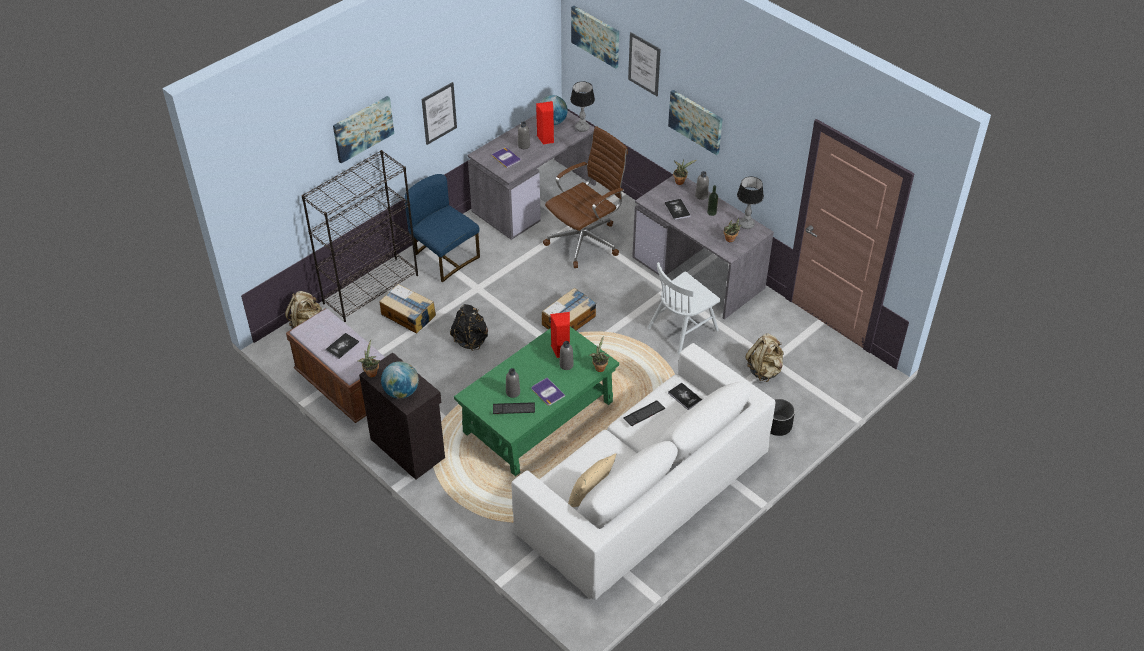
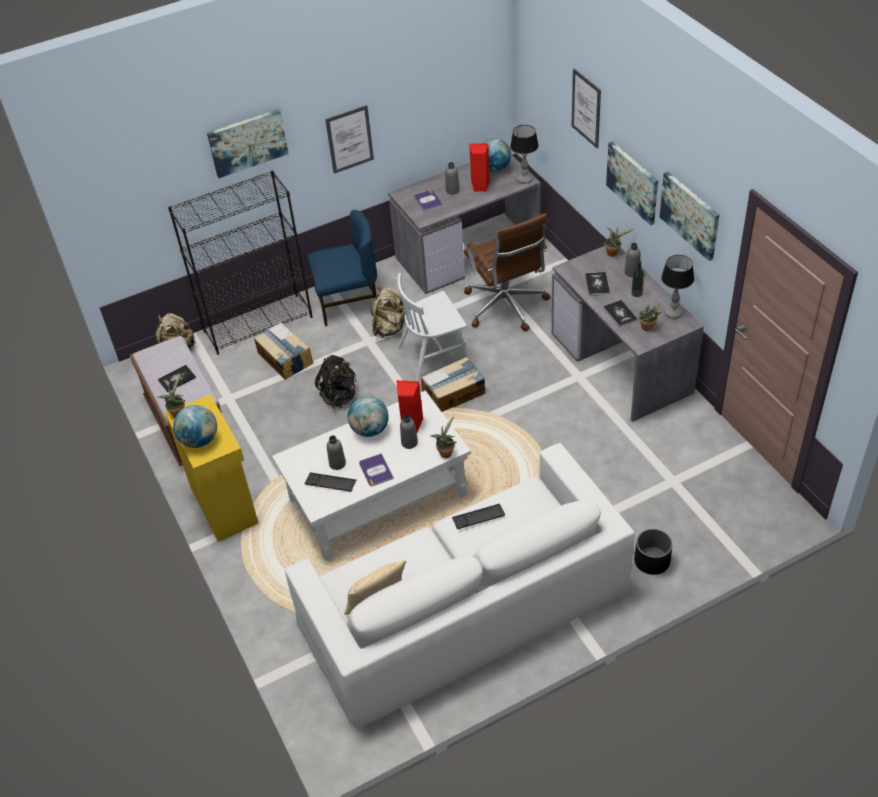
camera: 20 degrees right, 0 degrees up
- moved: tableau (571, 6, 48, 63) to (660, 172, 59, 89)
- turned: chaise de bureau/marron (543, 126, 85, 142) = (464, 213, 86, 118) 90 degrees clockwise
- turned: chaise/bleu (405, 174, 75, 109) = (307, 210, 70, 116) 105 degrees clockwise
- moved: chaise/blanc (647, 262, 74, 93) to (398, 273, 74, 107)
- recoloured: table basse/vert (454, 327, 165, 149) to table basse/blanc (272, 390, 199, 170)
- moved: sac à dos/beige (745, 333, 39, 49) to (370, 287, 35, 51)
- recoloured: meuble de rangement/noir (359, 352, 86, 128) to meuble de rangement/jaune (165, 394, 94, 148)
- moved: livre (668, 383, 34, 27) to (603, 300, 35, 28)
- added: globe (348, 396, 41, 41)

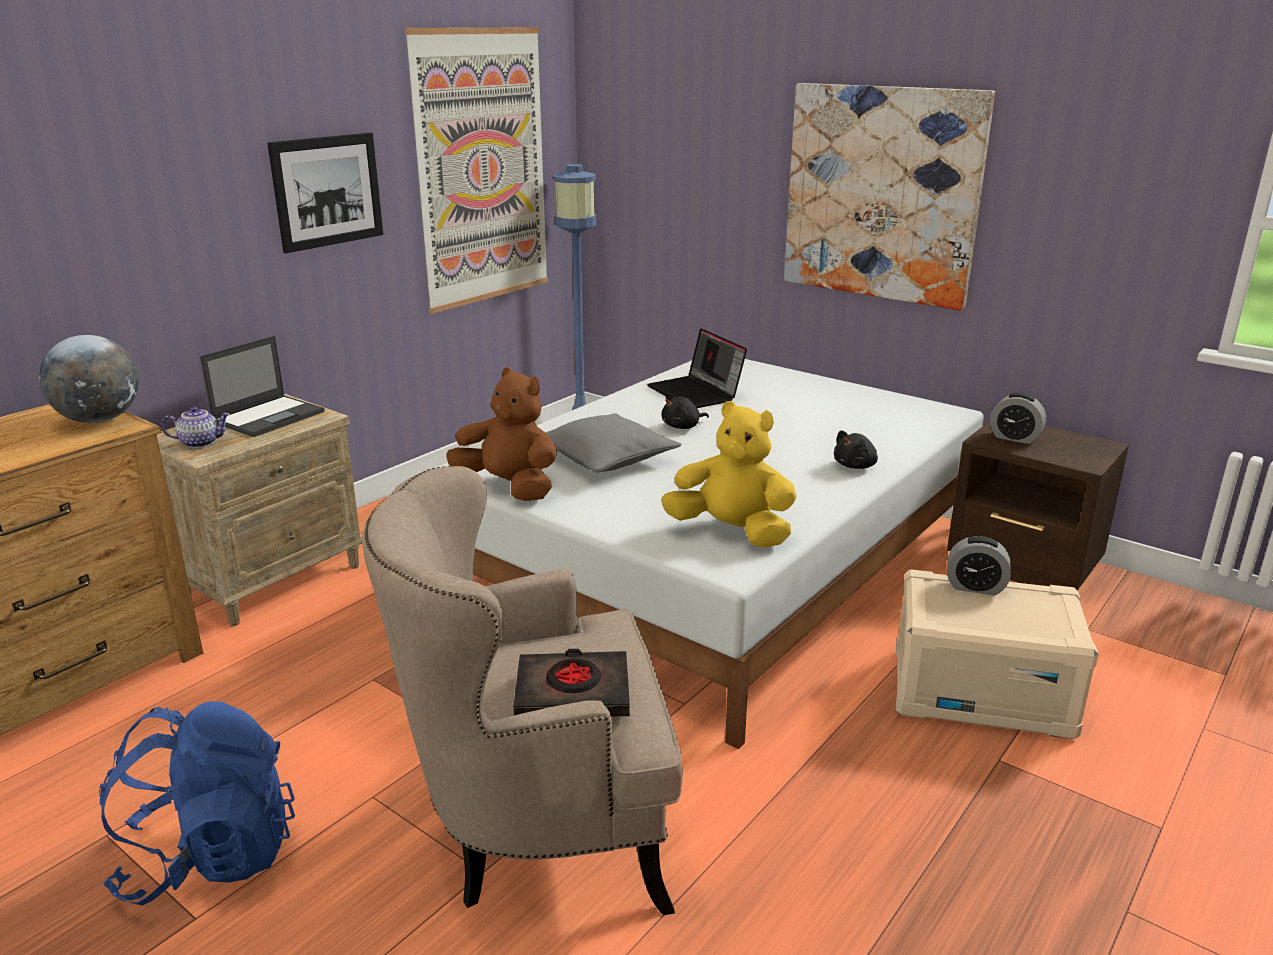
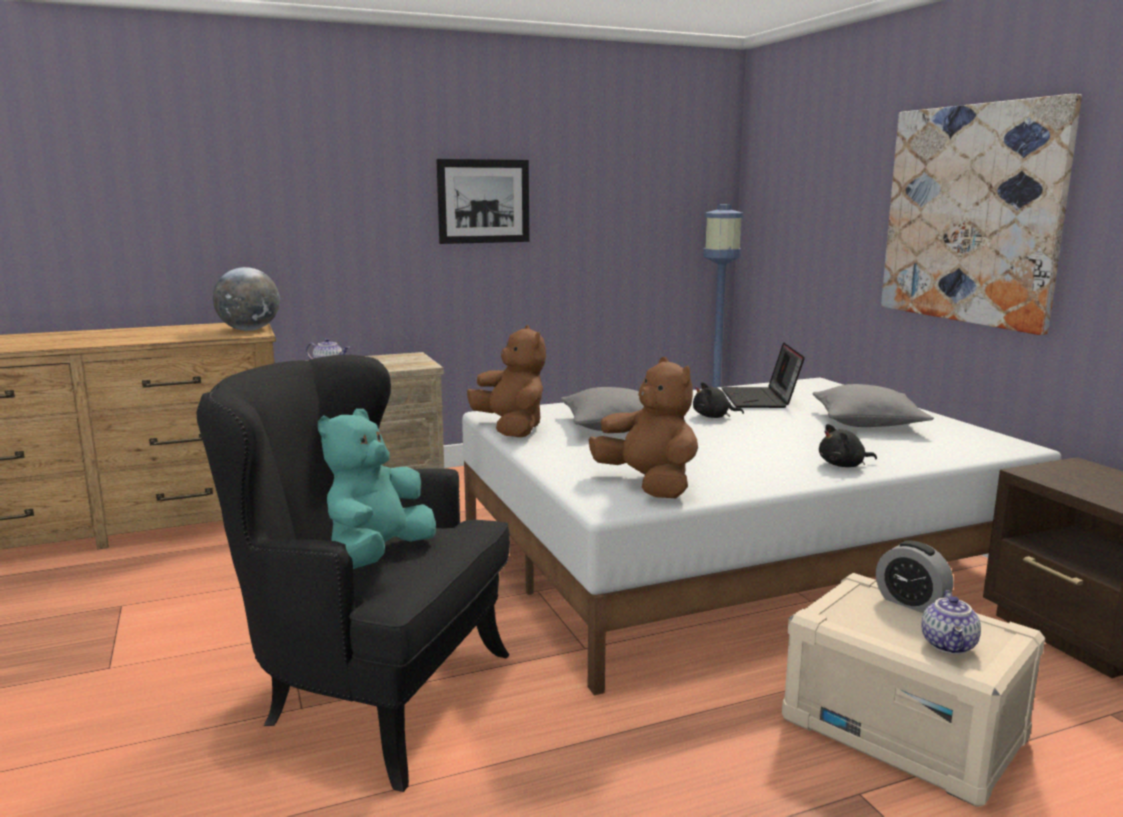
camera: 30 degrees right, 10 degrees down
- removed: tableau (404, 27, 144, 287)
- removed: ordinateur portable (200, 336, 125, 101)
- removed: réveil (990, 393, 56, 51)
- recoloured: peluche/jaune (661, 401, 136, 147) to peluche/marron (589, 357, 109, 141)
- recoloured: fauteuil/beige (362, 466, 321, 449) to fauteuil/noir (196, 355, 314, 437)
- replaced: livre/noir (513, 649, 117, 68) to peluche/turquoise (318, 409, 118, 160)
- removed: sac à dos/bleu (99, 701, 196, 204)
- added: coussin/gris (813, 384, 121, 43)
- added: théière (921, 590, 60, 64)

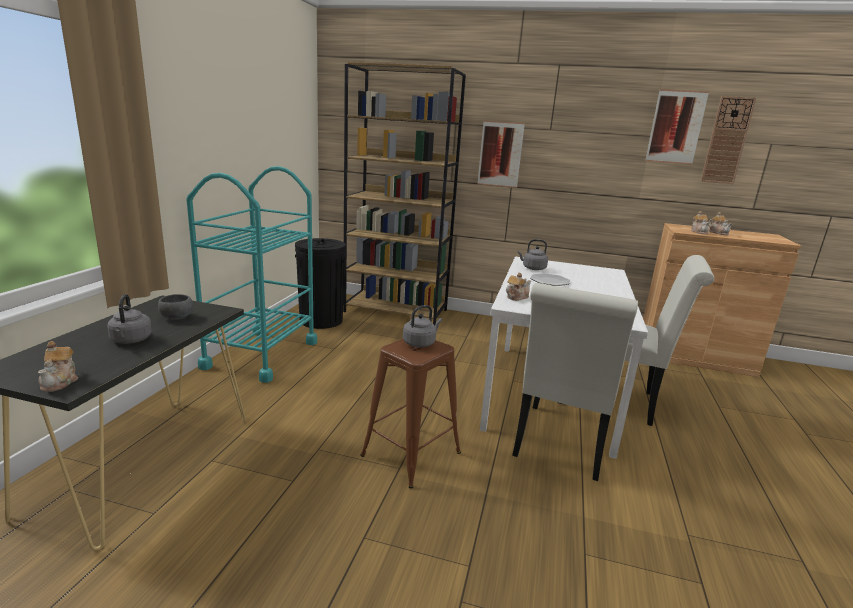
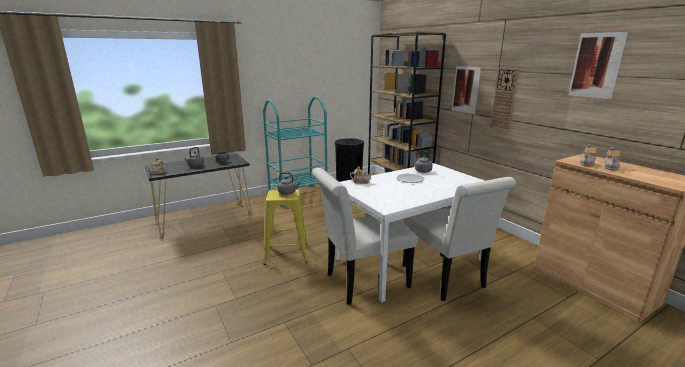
camera: 45 degrees right, 0 degrees up
- moved: horloge murale (701, 96, 55, 88) to (490, 68, 29, 63)
- recoloured: tabouret/marron (360, 339, 101, 149) to tabouret/jaune (264, 189, 44, 76)

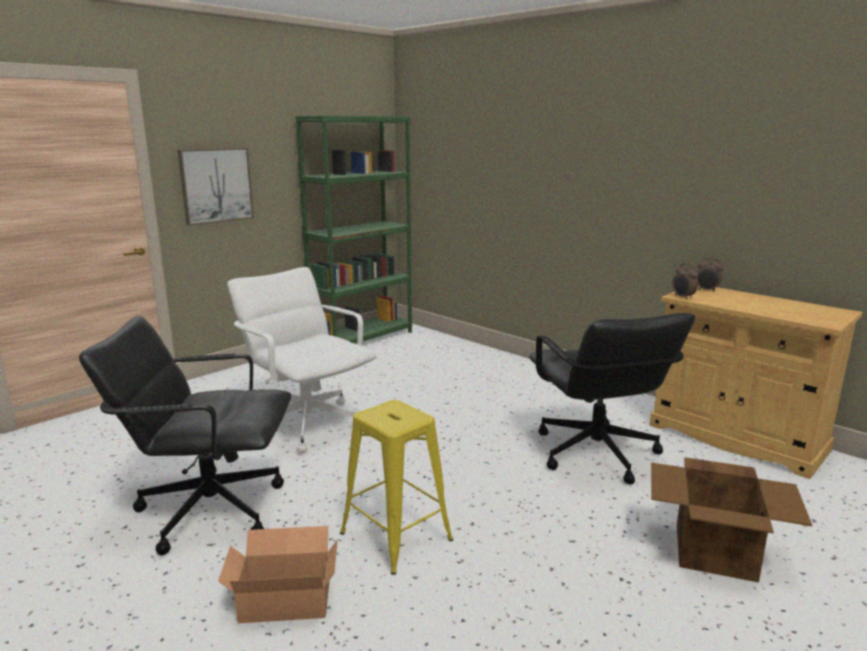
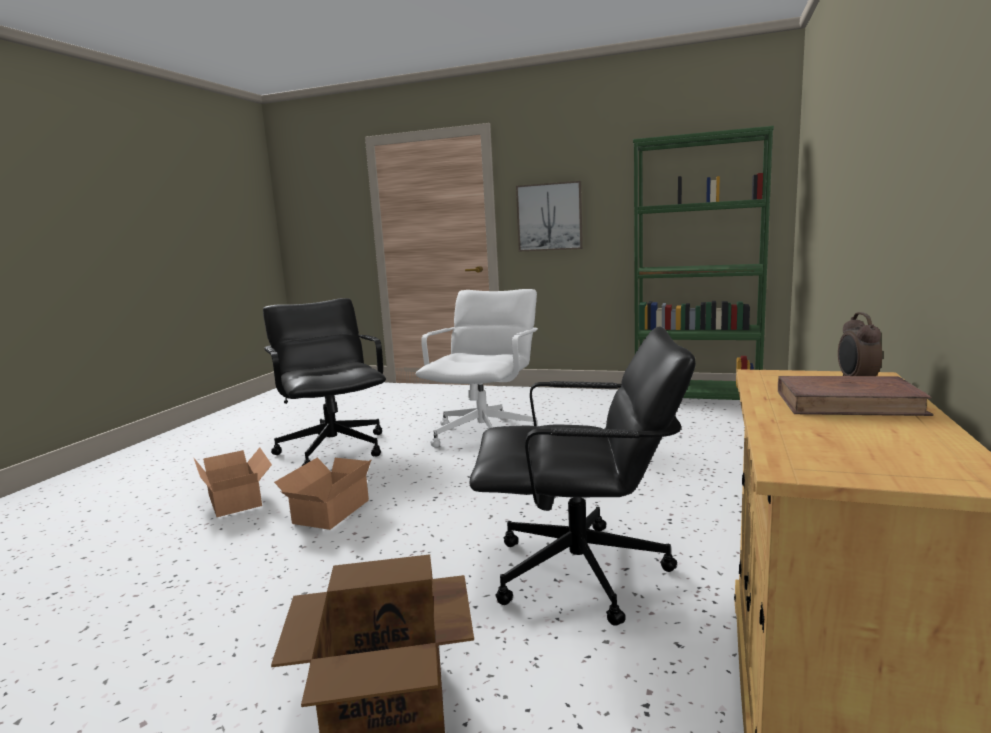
camera: 65 degrees right, 5 degrees down
- removed: réveil (672, 263, 26, 37)
- turned: chaise de bureau/noir (529, 313, 166, 171) = (469, 326, 227, 300) 135 degrees counterclockwise
- replaced: tabouret/jaune (340, 400, 113, 175) to carton (274, 458, 98, 72)
- added: livre/marron (778, 376, 155, 40)

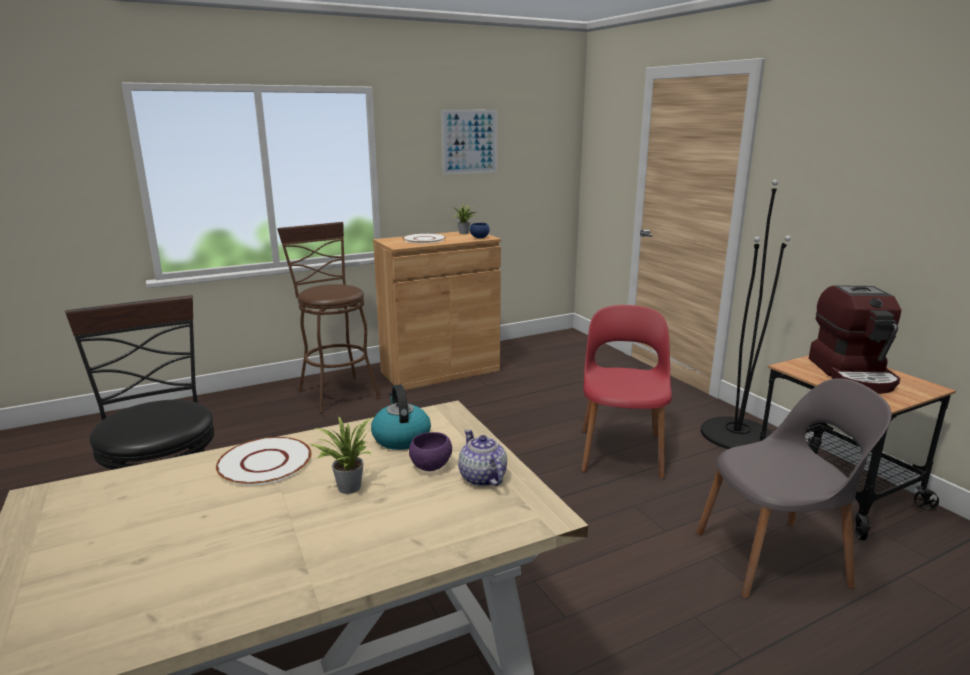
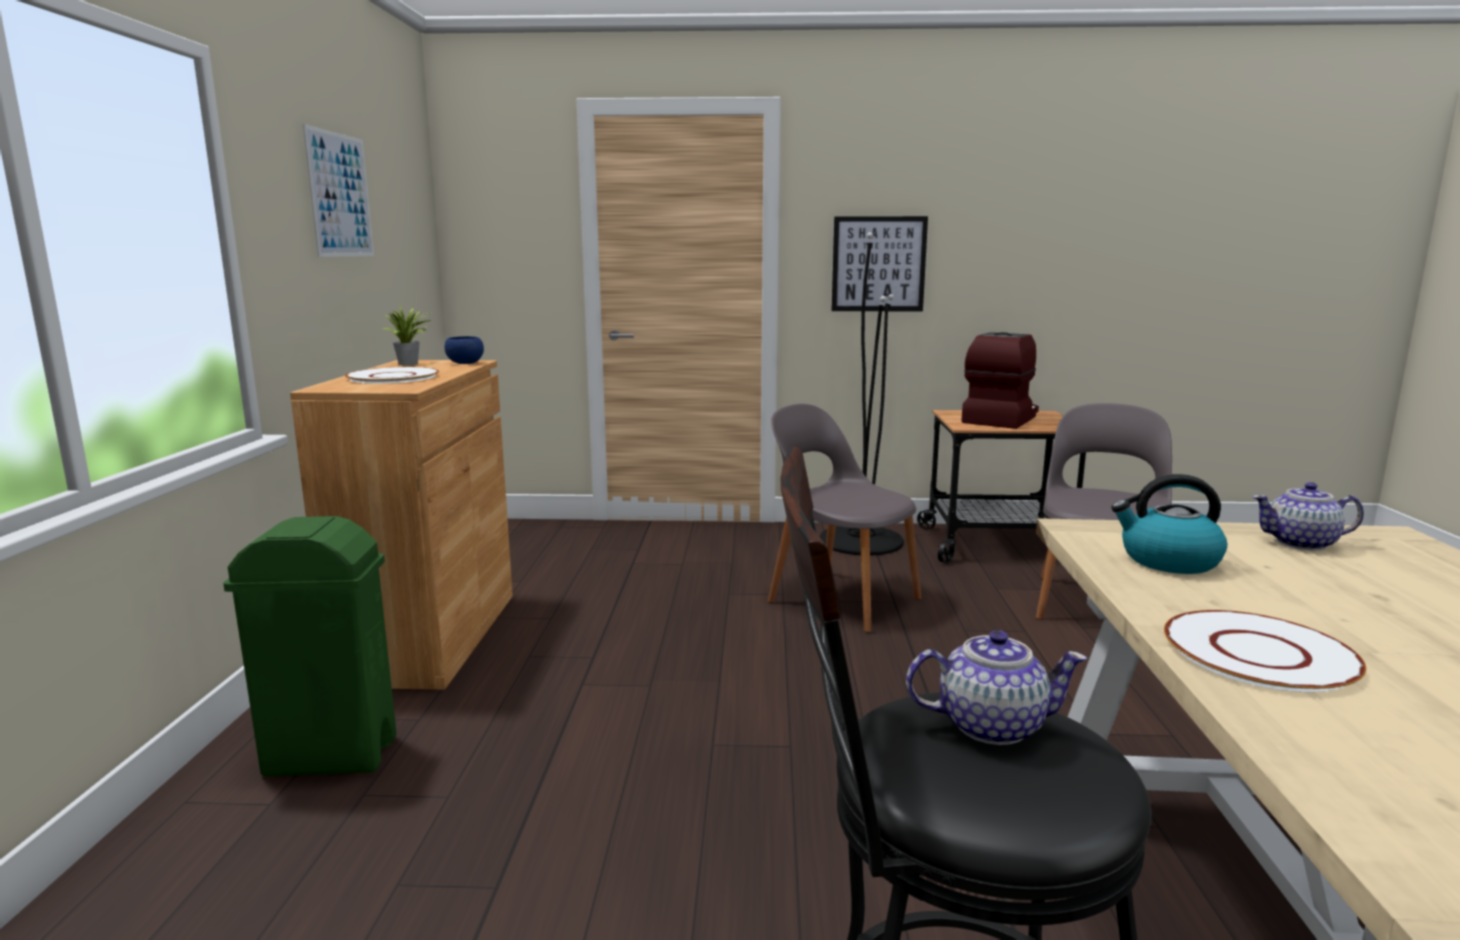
camera: 60 degrees left, 5 degrees down
- replaced: tabouret/marron (277, 222, 104, 191) to poubelle/vert (223, 516, 174, 260)
- turned: machine à café (809, 285, 92, 109) = (961, 332, 78, 97) 90 degrees counterclockwise
- recoloured: chaise/rouge (582, 305, 90, 174) to chaise/gris (768, 404, 153, 228)
- removed: plante en pot (310, 416, 63, 78)
- removed: bol/violet (409, 432, 43, 39)
- added: tableau (832, 216, 96, 95)
- added: théière (906, 630, 182, 115)

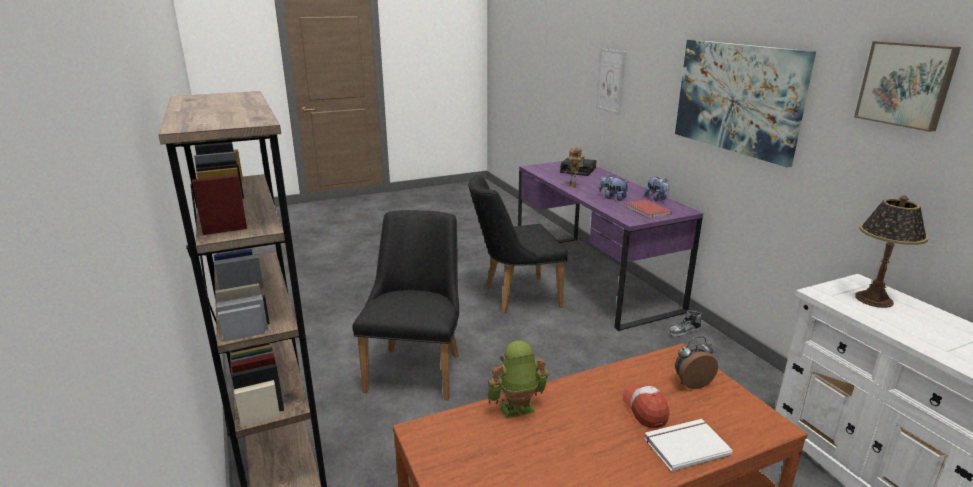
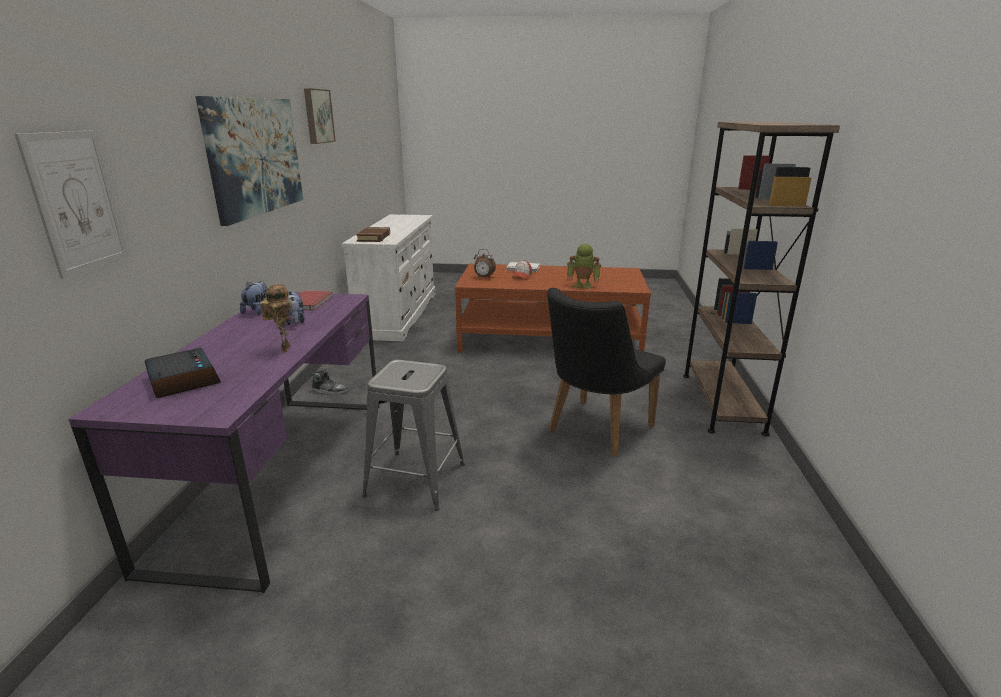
camera: 150 degrees left, 0 degrees up
- replaced: chaise/noir (468, 175, 100, 139) to tabouret/gris (362, 360, 103, 151)
- replaced: lampe de table (855, 195, 74, 113) to livre/marron (356, 227, 34, 15)

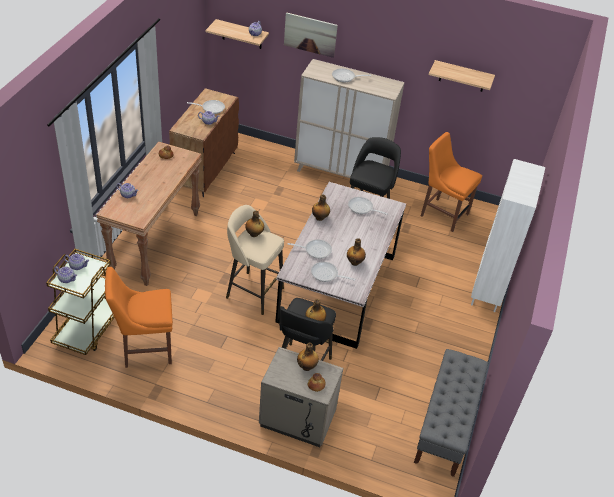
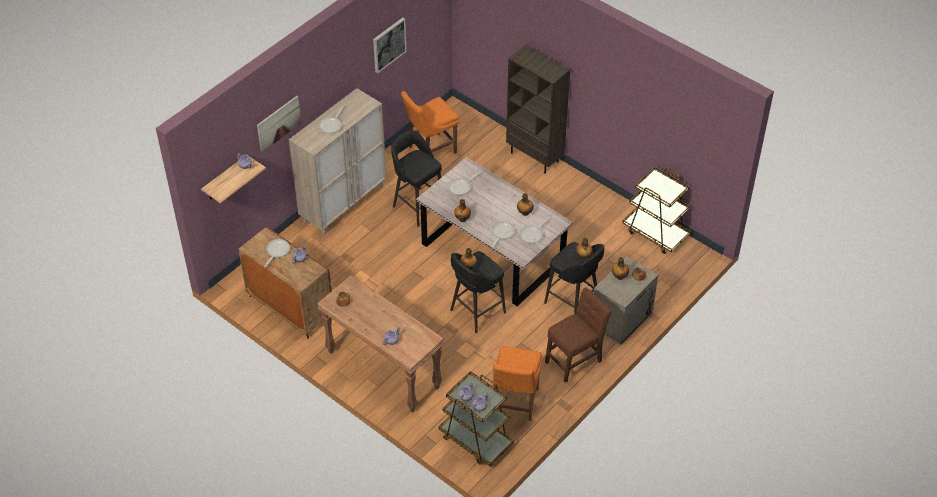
camera: 65 degrees left, 5 degrees up
- replaced: étagère (429, 60, 66, 32) to tableau (373, 18, 34, 55)
- recoloured: bibliothèque/blanc (471, 159, 74, 153) to bibliothèque/marron (506, 45, 64, 129)
- recoloured: tabouret/beige (226, 205, 58, 110) to tabouret/noir (450, 251, 56, 82)
- replaced: banc/gris (414, 349, 74, 128) to chariot/marron (622, 167, 69, 87)
- added: chaise/marron (545, 287, 67, 96)

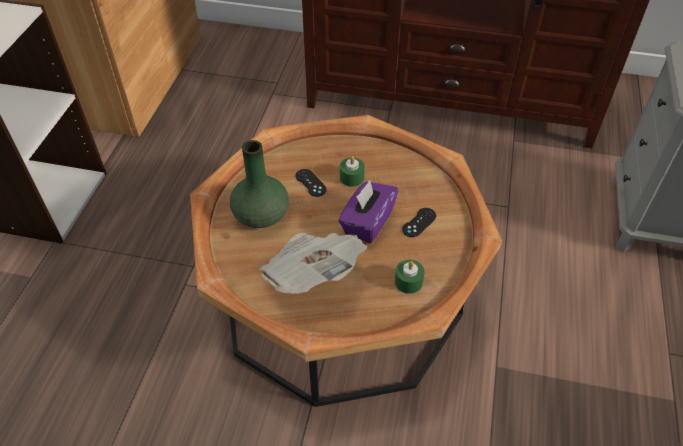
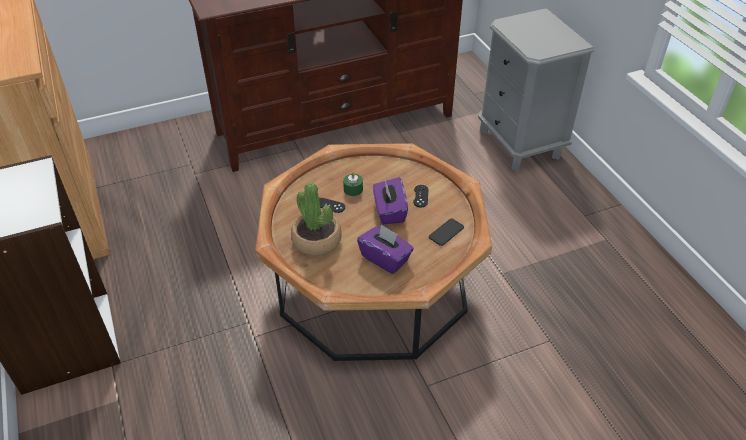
camera: 35 degrees left, 5 degrees down
- replaced: vase/vert (230, 140, 59, 88) to plante en pot (291, 183, 51, 73)
- replaced: journal (259, 233, 108, 61) to boîte à mouchoirs/violet (357, 224, 57, 50)
- replaced: bougie/vert (395, 260, 30, 34) to téléphone (429, 219, 35, 27)

